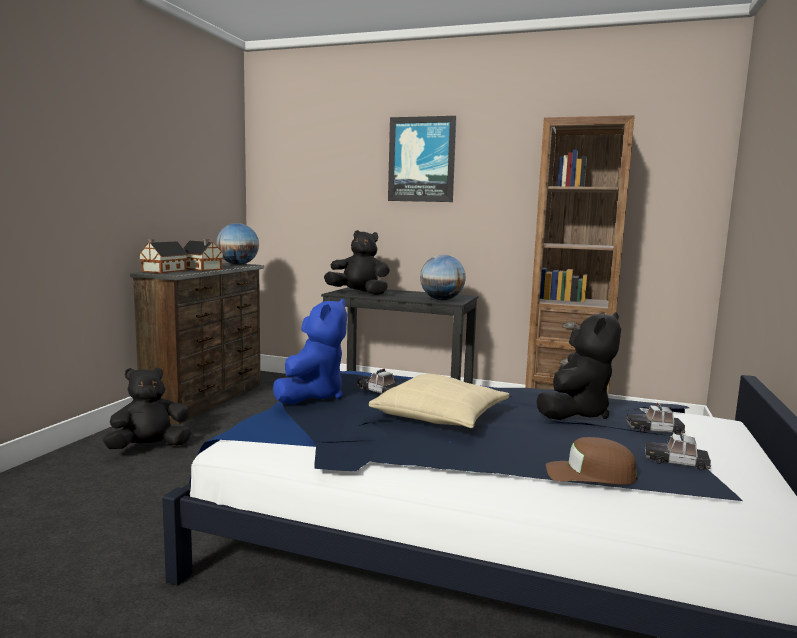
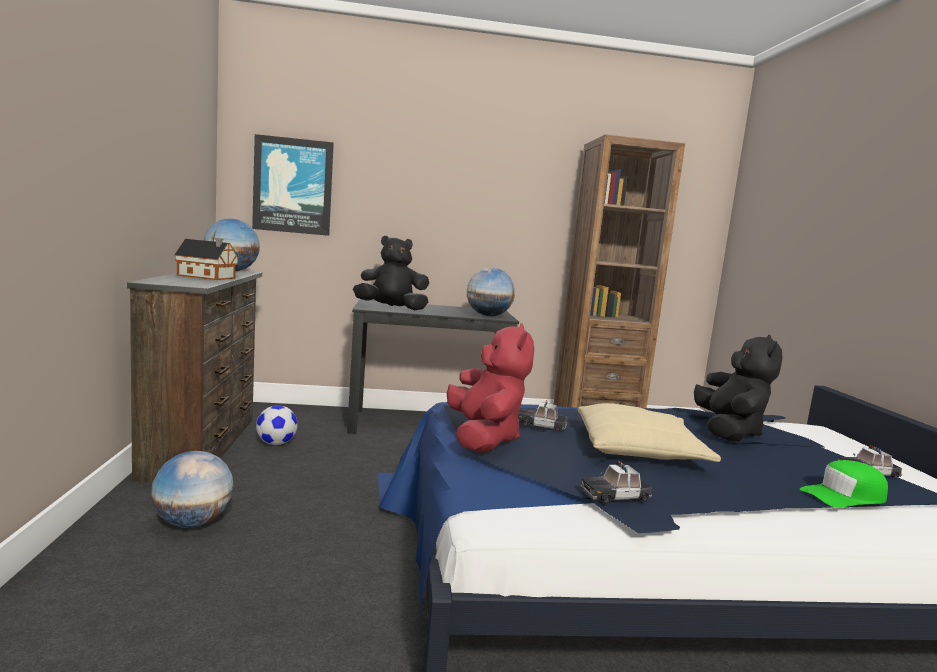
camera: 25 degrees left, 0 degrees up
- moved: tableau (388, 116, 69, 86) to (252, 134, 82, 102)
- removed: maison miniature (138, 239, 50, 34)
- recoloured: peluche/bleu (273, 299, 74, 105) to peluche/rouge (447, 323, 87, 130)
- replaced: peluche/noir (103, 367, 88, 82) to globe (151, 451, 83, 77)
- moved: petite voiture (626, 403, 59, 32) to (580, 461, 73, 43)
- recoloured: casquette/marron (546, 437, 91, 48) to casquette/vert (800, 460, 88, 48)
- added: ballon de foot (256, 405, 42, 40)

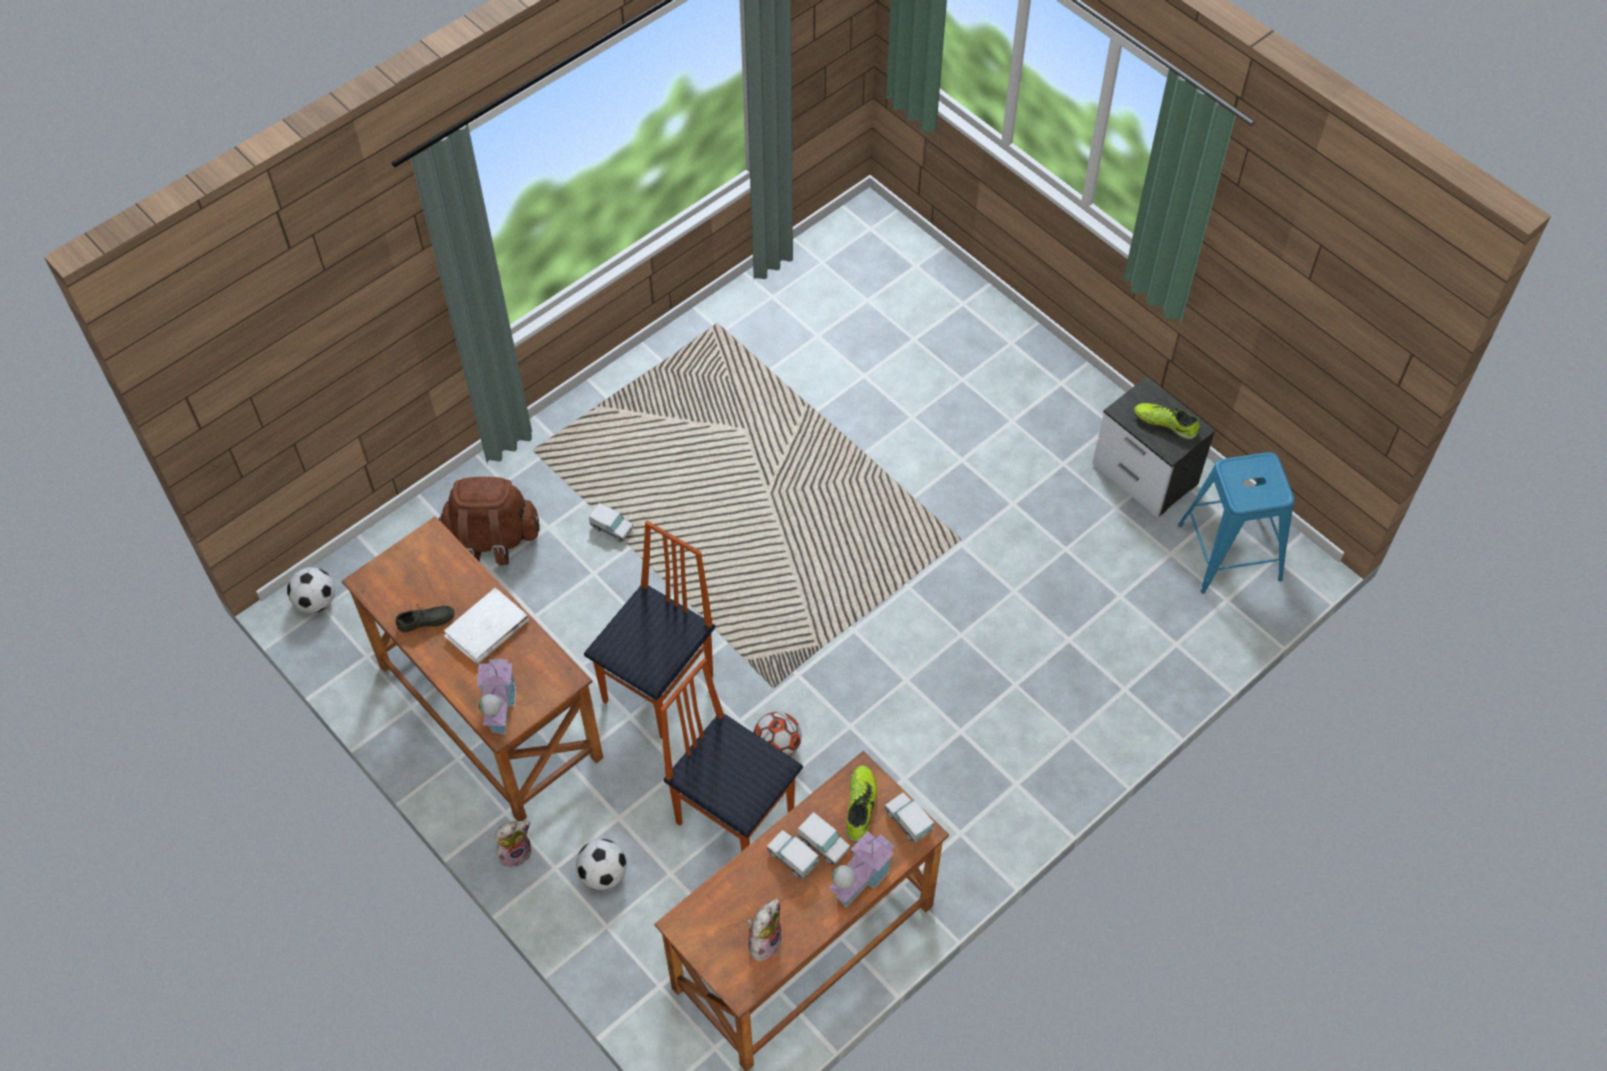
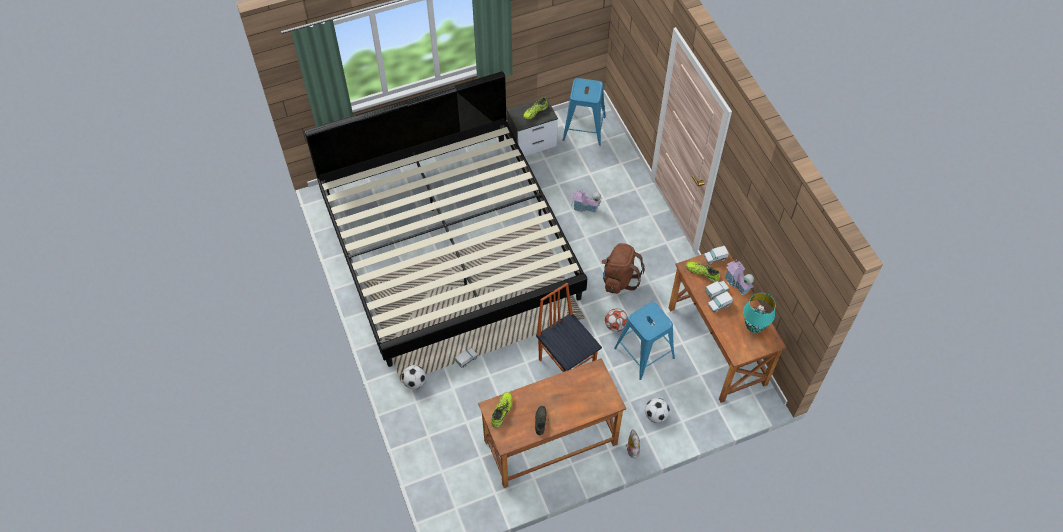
camera: 70 degrees left, 0 degrees up
- moved: sac à dos/marron (438, 477, 102, 89) to (601, 243, 44, 51)
- moved: ballon de foot (287, 567, 48, 46) to (402, 365, 24, 24)
- removed: livre/blanc (444, 587, 85, 77)
- moved: maison miniature (477, 655, 39, 80) to (571, 189, 31, 24)
- replaced: chaise (660, 658, 143, 194) to tabouret/bleu (614, 302, 61, 78)
- replaced: peluche (747, 899, 35, 62) to lampe de table/turquoise (743, 293, 32, 40)
- added: lit (304, 71, 283, 296)
- added: chaussure (491, 392, 22, 36)

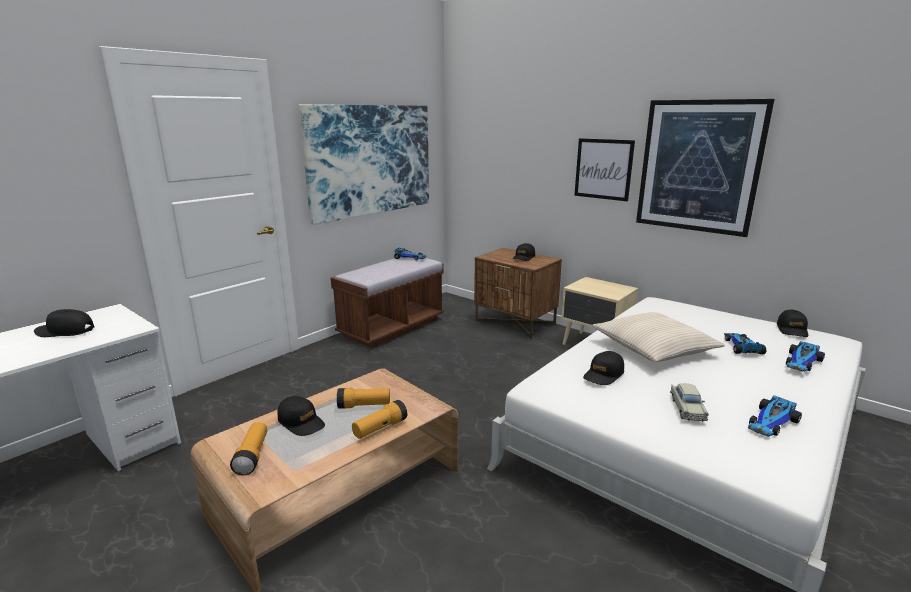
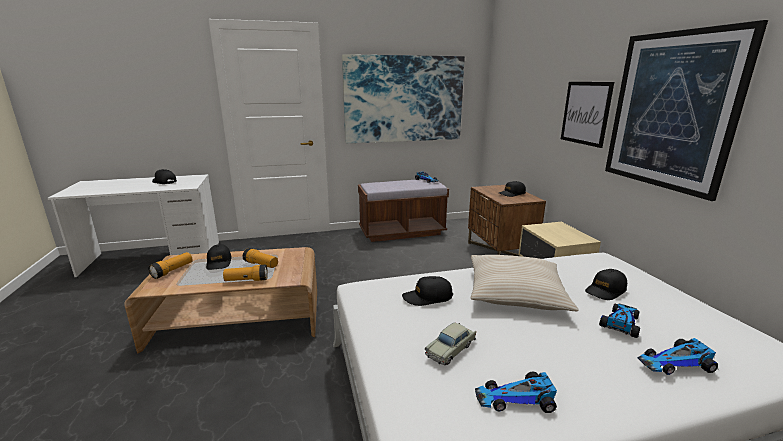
camera: 35 degrees right, 0 degrees up
- moved: casquette/noir (777, 310, 32, 27) to (585, 269, 42, 31)

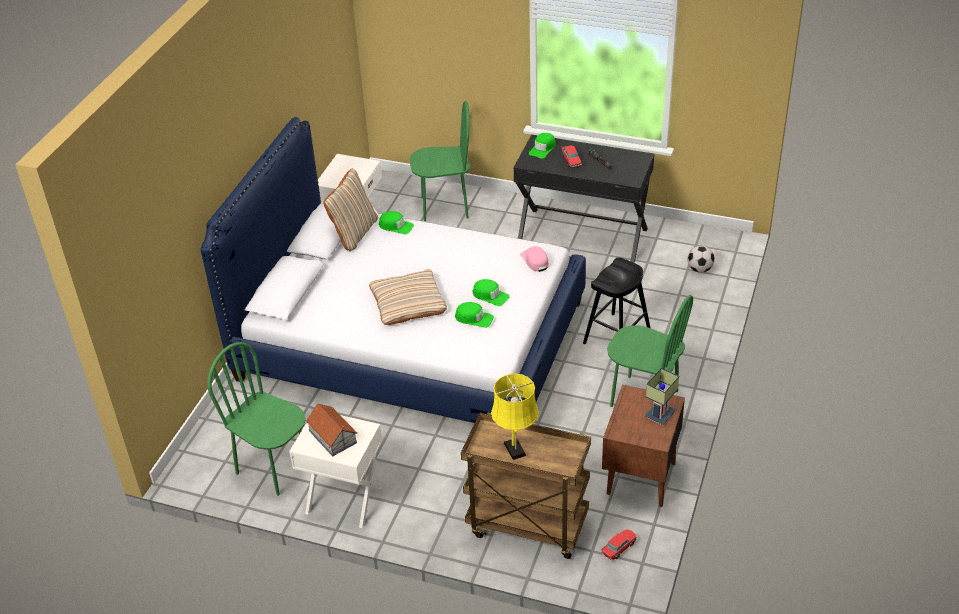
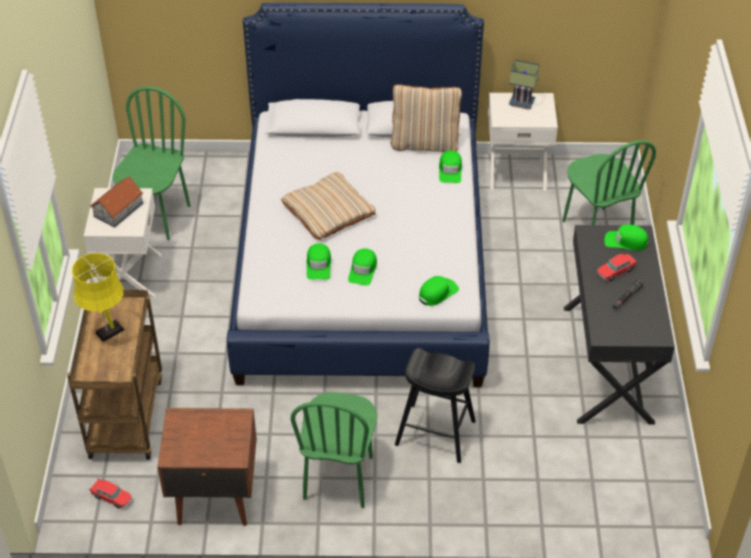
camera: 70 degrees right, 5 degrees up
- recoloured: casquette/rose (520, 246, 29, 26) to casquette/vert (419, 276, 40, 30)
- removed: ballon de foot (687, 246, 28, 27)
- moved: lampe de table (645, 368, 34, 57) to (509, 60, 31, 50)

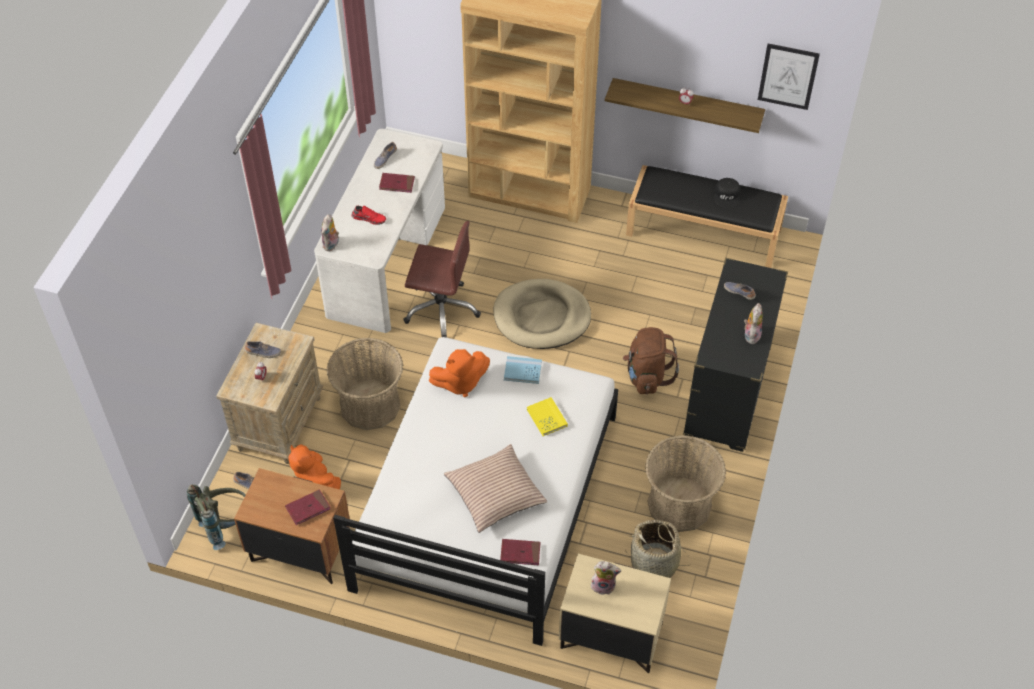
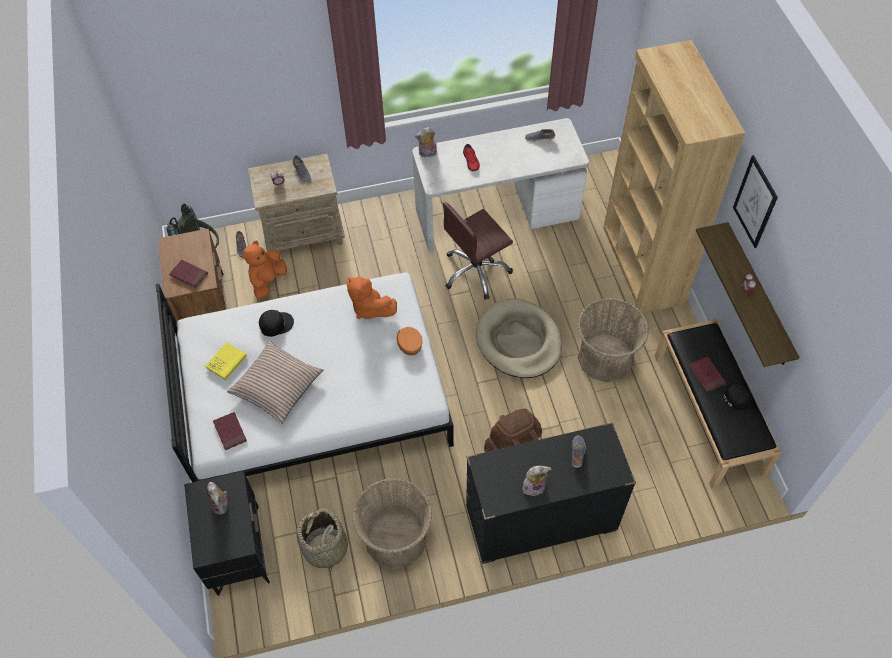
camera: 60 degrees right, 5 degrees up
- moved: tableau (758, 44, 62, 66) to (733, 155, 45, 93)
- moved: livre/rouge (379, 173, 36, 20) to (689, 357, 37, 35)
- turned: chaise de bureau/marron (403, 221, 78, 116) = (443, 202, 70, 98) 75 degrees clockwise
- moved: panier (327, 338, 76, 92) to (578, 298, 71, 84)
- replaced: livre/bleu (504, 356, 38, 28) to casquette/orange (397, 327, 25, 28)
- moved: livre/jaune (527, 397, 41, 39) to (205, 342, 42, 38)
- recoloured: table de chevet/beige (559, 554, 112, 119) to table de chevet/noir (184, 471, 86, 125)
- added: casquette/noir (259, 310, 35, 27)

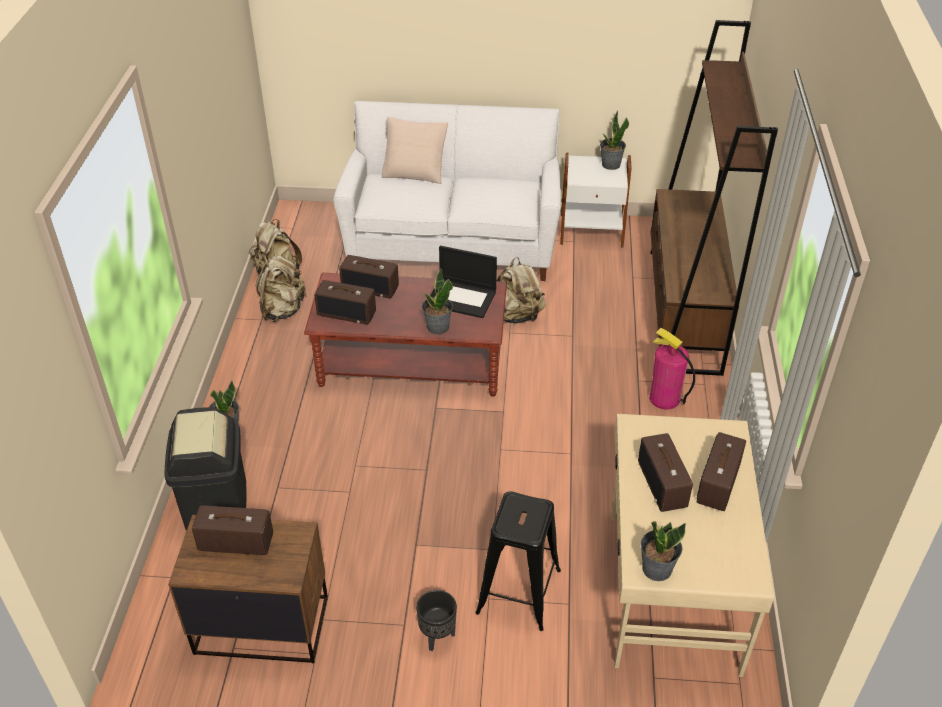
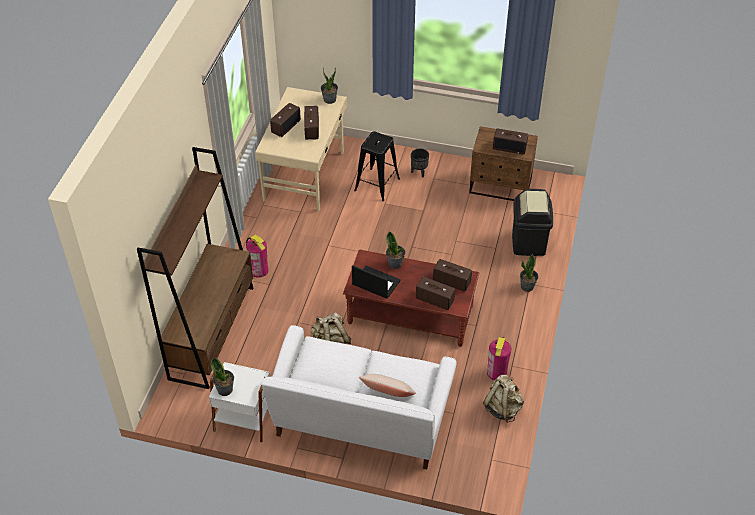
camera: 170 degrees left, 5 degrees up
- replaced: sac à dos/beige (256, 255, 51, 67) to extincteur (487, 337, 24, 43)

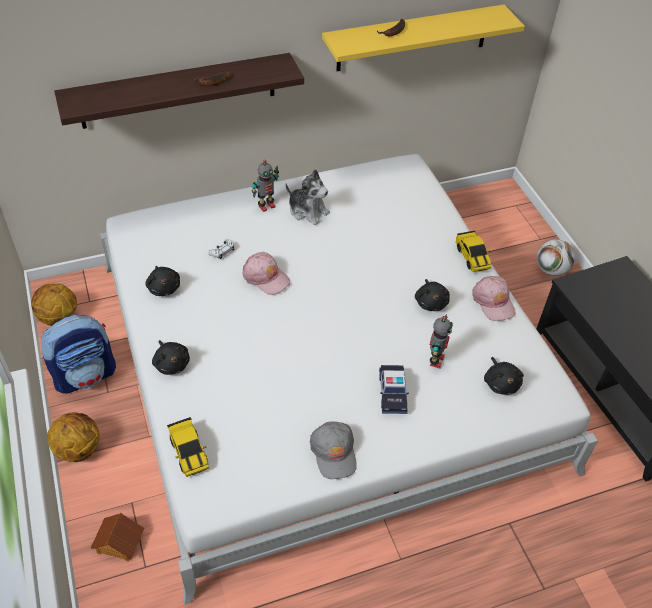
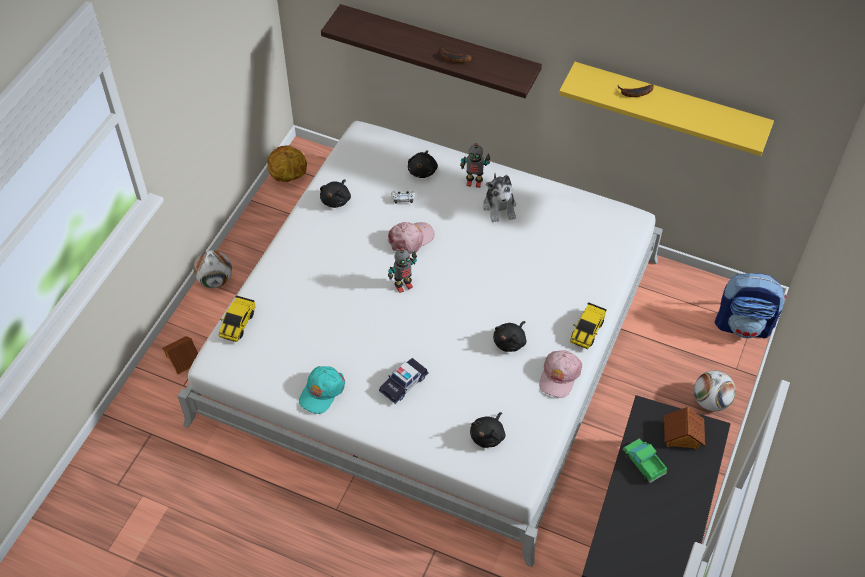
camera: 45 degrees right, 5 degrees up
- turned: casquette/rose (242, 252, 48, 43) = (388, 222, 47, 32) 120 degrees counterclockwise
- moved: robot jouet (429, 314, 24, 55) to (388, 248, 29, 45)
- moved: sac à dos (41, 315, 75, 79) to (715, 273, 72, 66)
- moved: peluche/noir (152, 340, 38, 35) to (408, 150, 30, 28)
- replaced: ballon de basket (47, 413, 53, 49) to ballon de foot (193, 250, 39, 38)
- recoloured: casquette/gris (309, 421, 48, 58) to casquette/turquoise (299, 366, 46, 48)
- added: maison miniature (664, 407, 41, 43)
- added: camion jouet (623, 438, 44, 45)

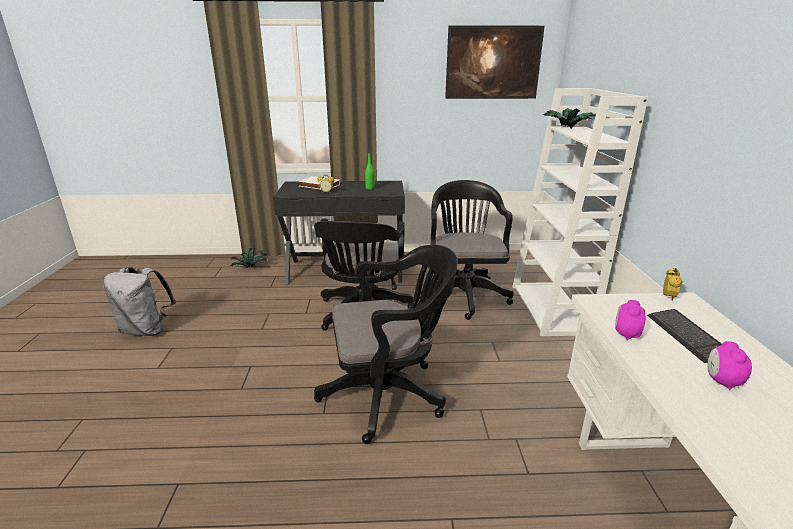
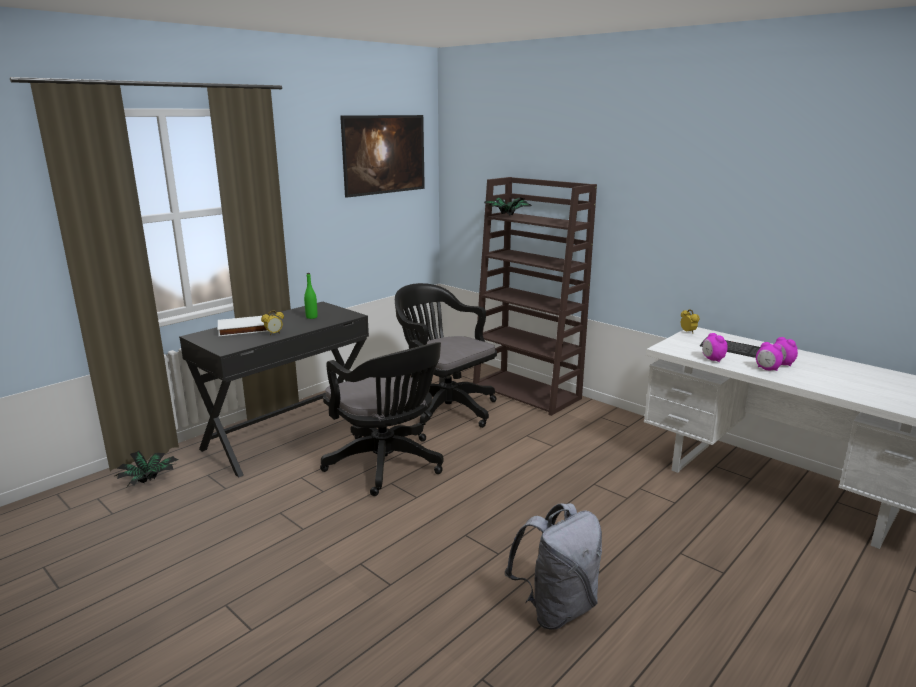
camera: 45 degrees left, 5 degrees down
- recoloured: bibliothèque/blanc (512, 88, 136, 248) to bibliothèque/marron (473, 177, 124, 239)
- removed: chaise de bureau/noir (314, 245, 144, 199)
- moved: sac à dos/gris (103, 267, 73, 69) to (505, 503, 97, 127)
- added: réveil (756, 342, 27, 29)

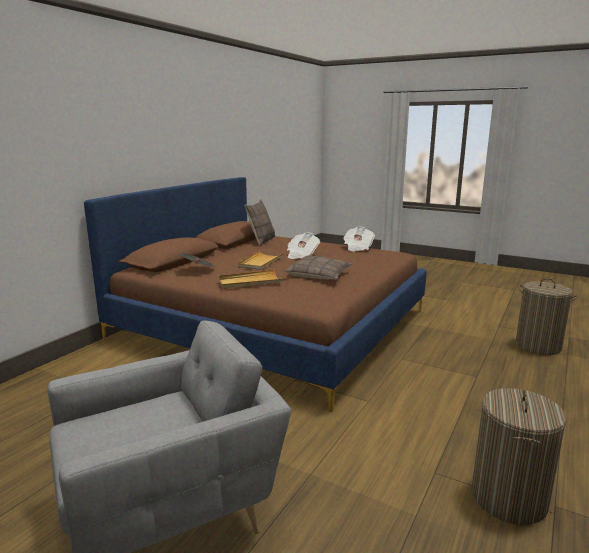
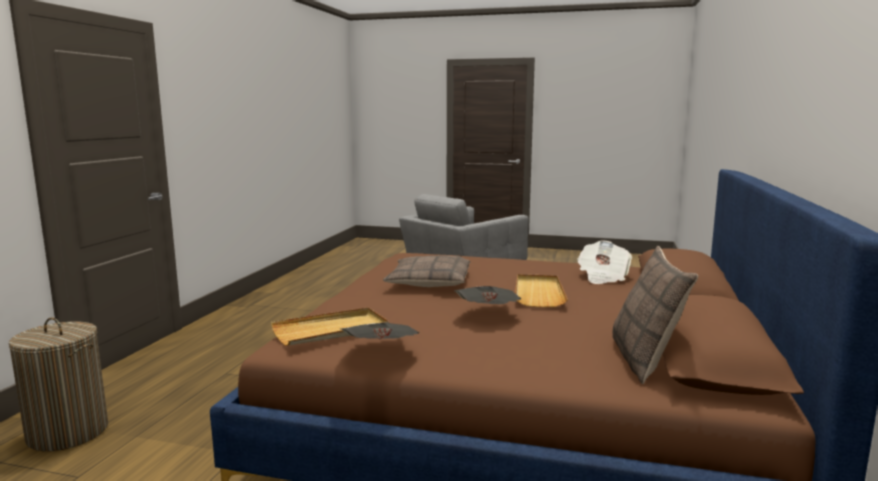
camera: 165 degrees right, 5 degrees down
- moved: plateau/beige (218, 270, 65, 19) to (271, 307, 118, 39)
- removed: panier à linge (472, 388, 95, 137)

